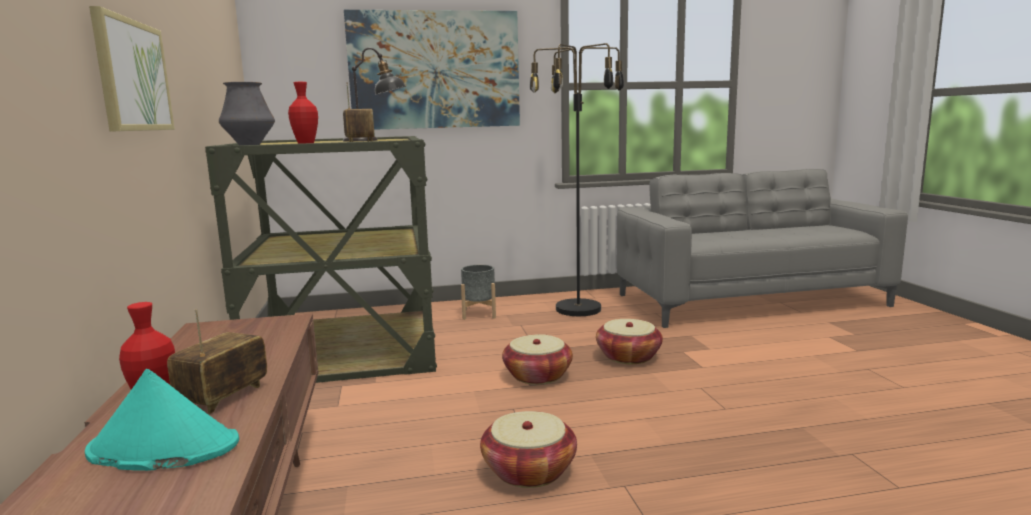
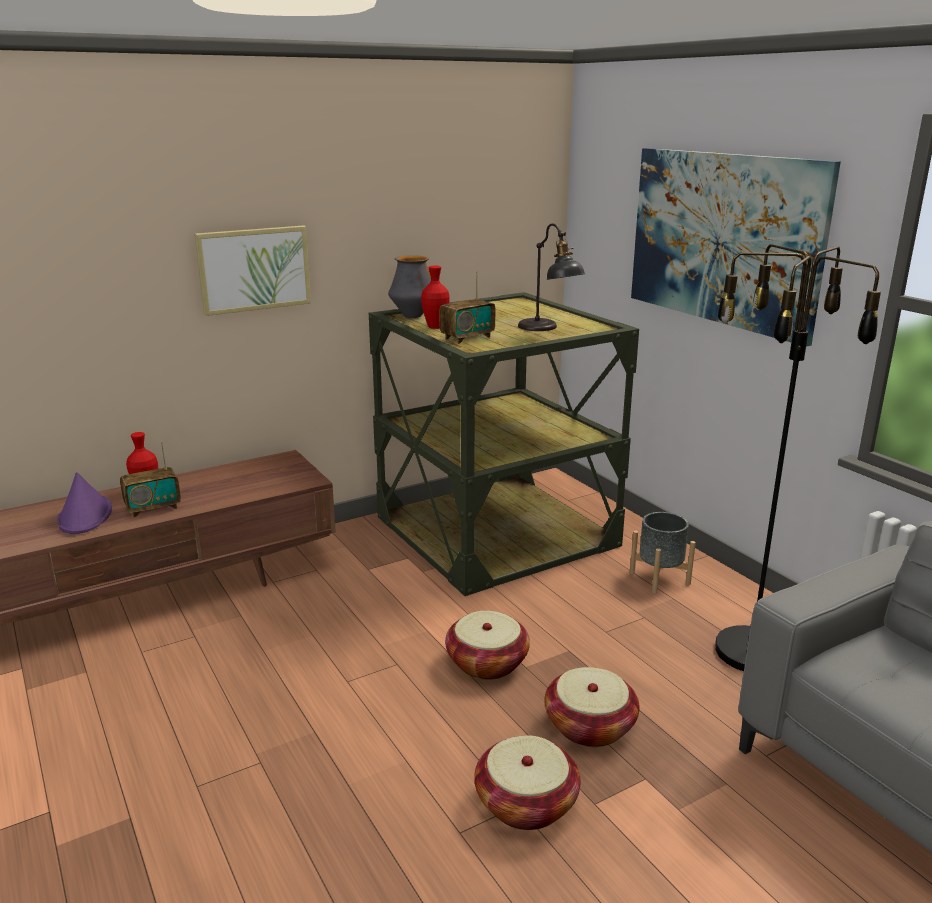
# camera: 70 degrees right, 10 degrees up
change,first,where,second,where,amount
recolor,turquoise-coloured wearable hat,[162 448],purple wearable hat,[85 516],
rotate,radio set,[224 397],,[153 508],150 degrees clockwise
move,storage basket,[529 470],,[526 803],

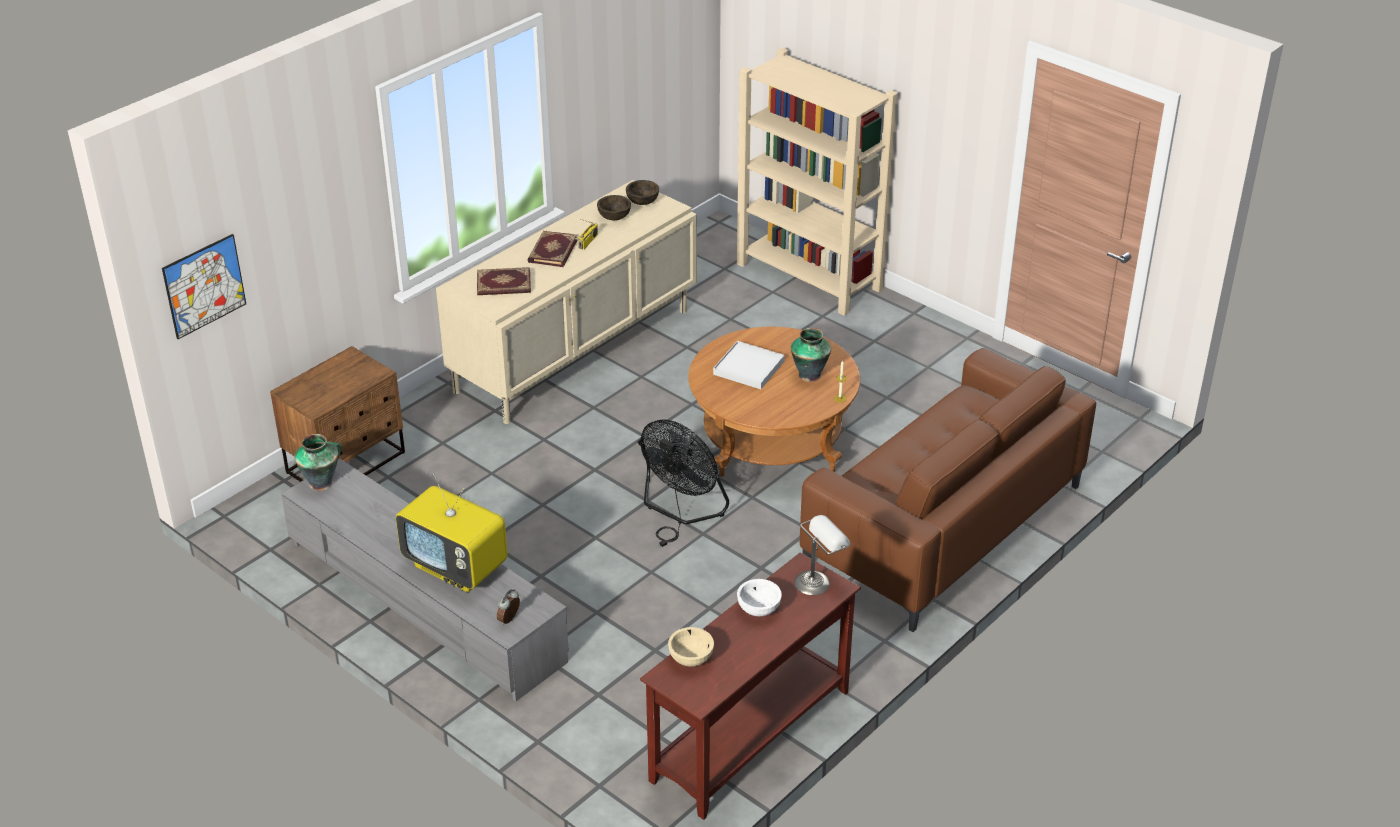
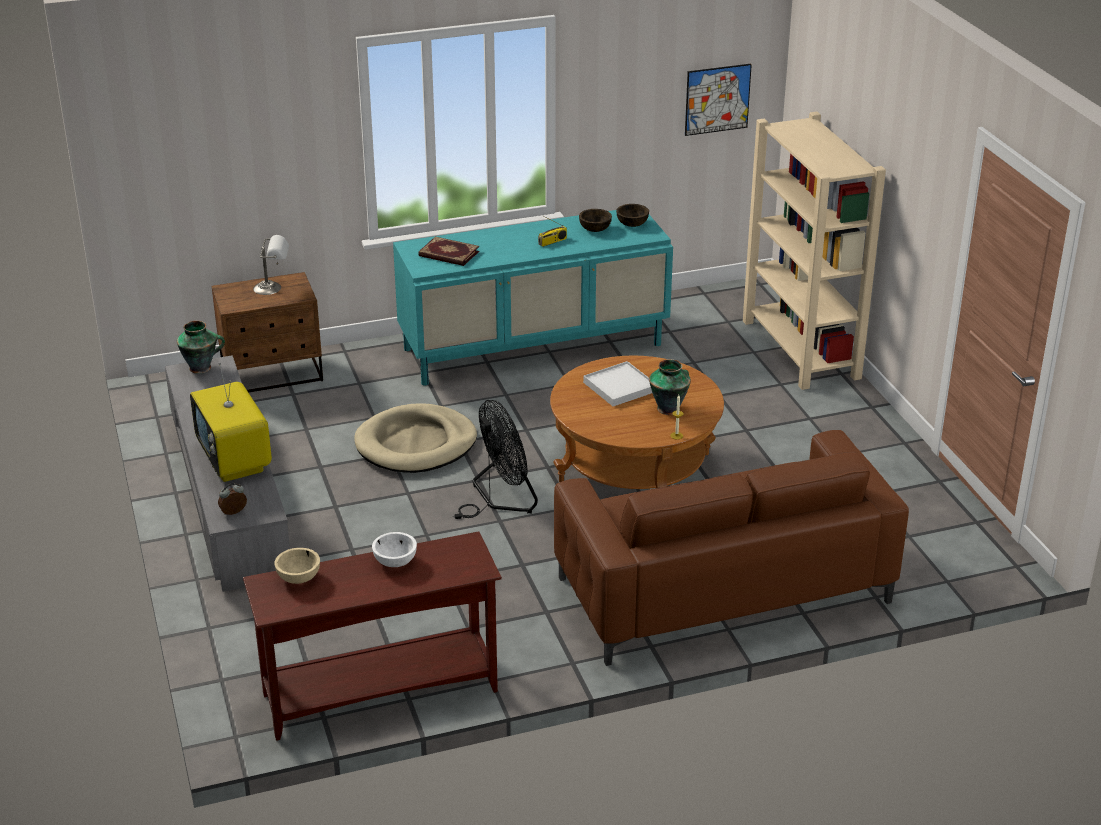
# camera: 30 degrees right, 5 degrees down
change,first,where,second,where,amount
move,picture,[204 286],,[717 99],
recolor,beige cupboard,[576 351],turquoise-coloured cupboard,[534 348],
delete,bound book,[552 251],,,
move,whitish lamp for a table,[818 579],,[273 287],
insert,,,beige pet bed,[416 444],

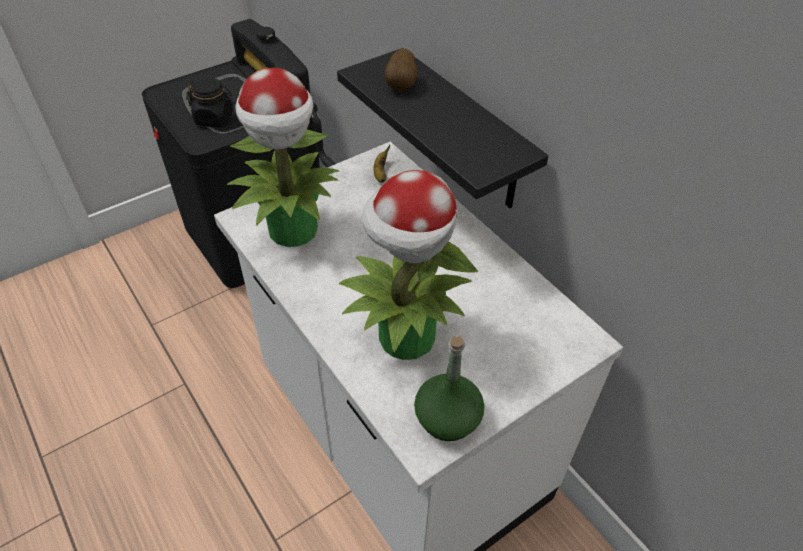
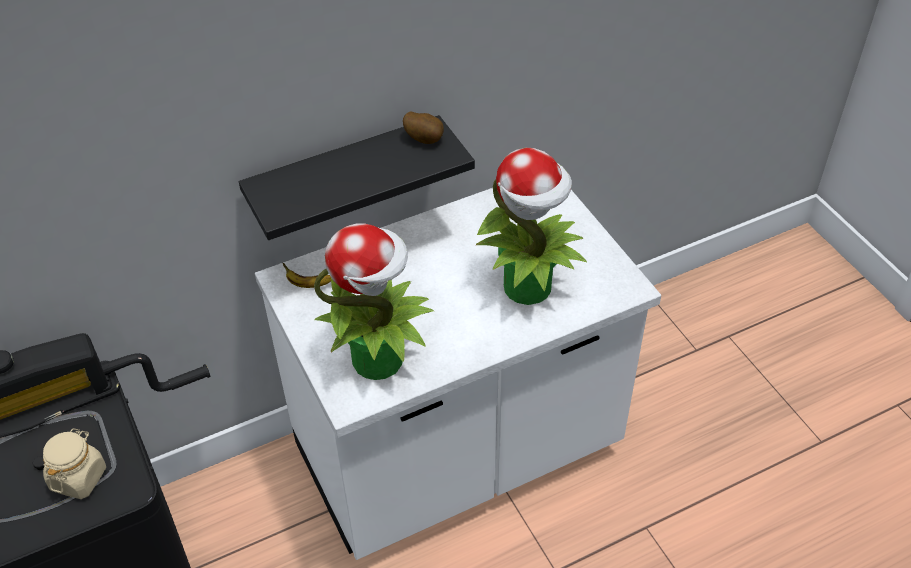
# camera: 80 degrees left, 0 degrees up
change,first,where,second,where,amount
recolor,black storage jar,[214 119],beige storage jar,[78 477],
move,spud,[402 85],,[425 139],
delete,green-coloured bottle,[447 419],,,

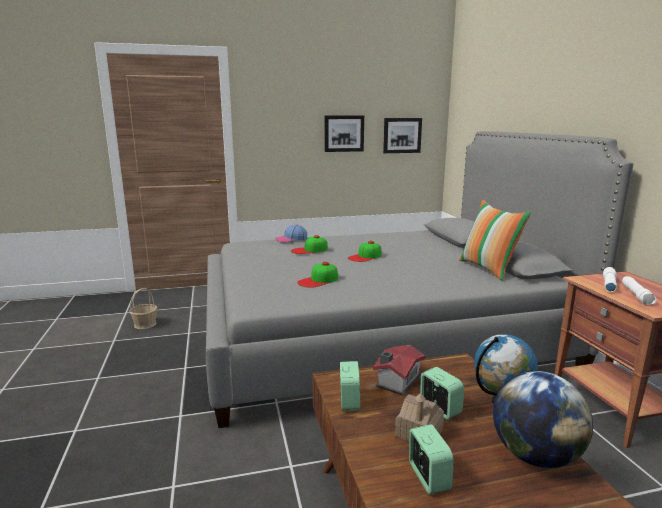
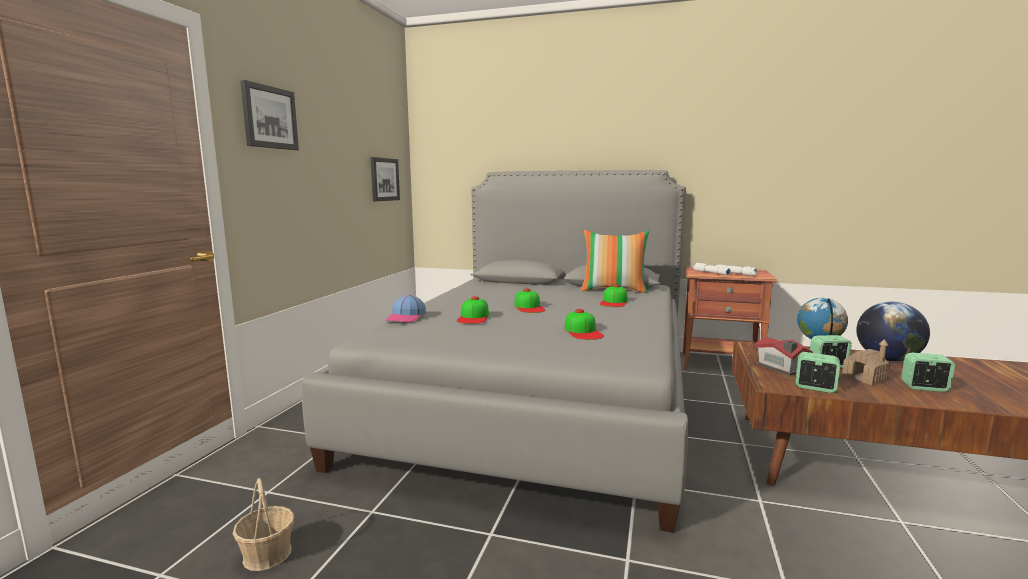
# camera: 60 degrees left, 5 degrees down
change,first,where,second,where,amount
move,picture,[344 133],,[269 117],
insert,,,cap,[614 302],

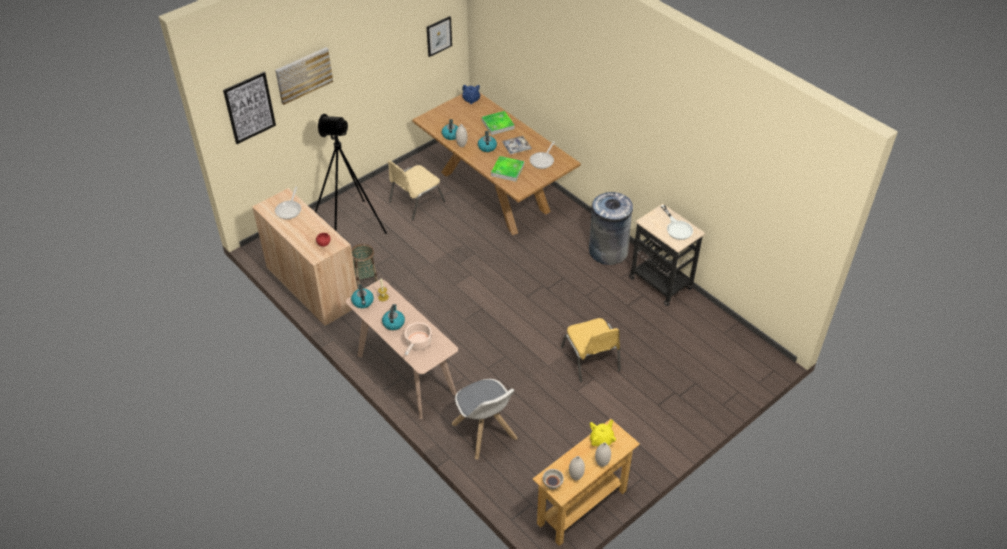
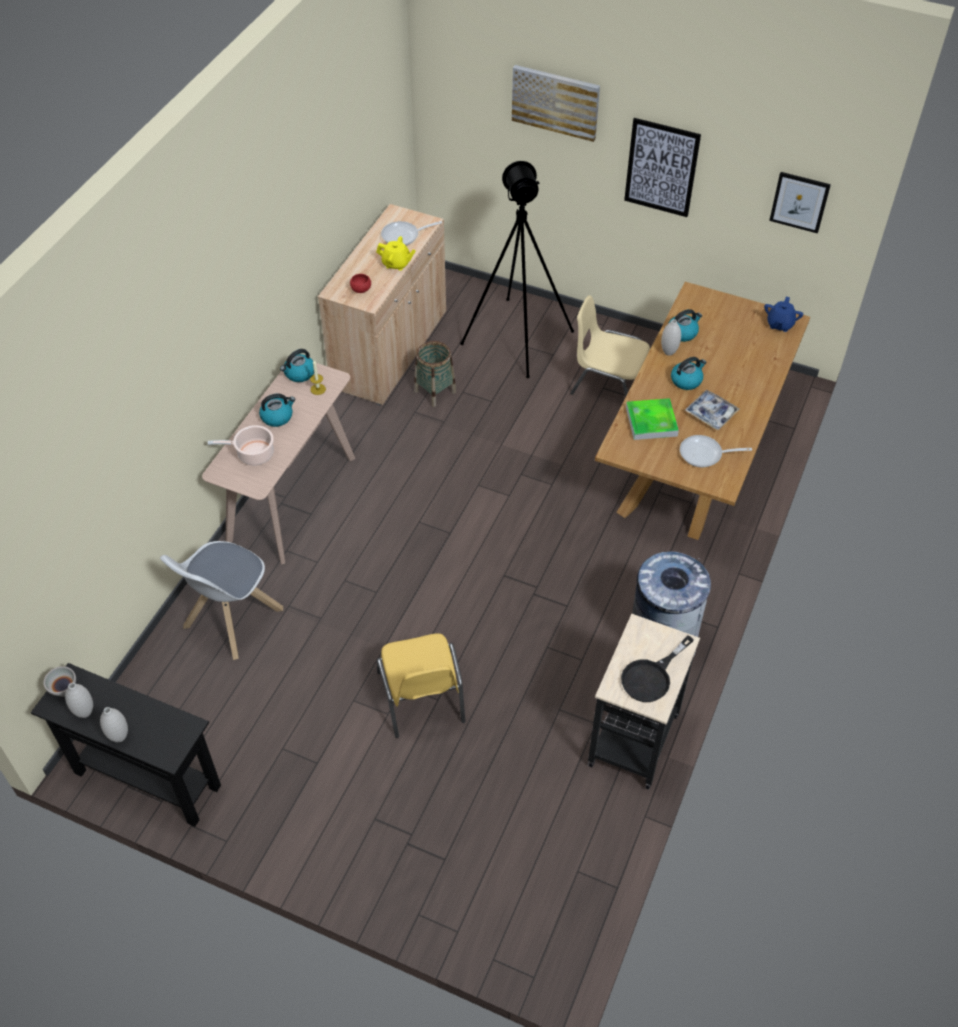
# camera: 65 degrees right, 5 degrees up
change,first,where,second,where,amount
move,picture,[249 107],,[661 167],
delete,carrying tray,[498 124],,,
recolor,beige narrow table,[582 507],black narrow table,[147 779],
rotate,yellowish plain chair,[591 359],,[422 698],60 degrees counterclockwise
move,yellowish tea pot,[601 440],,[396 264],
recolor,whitish skillet,[677 228],black skillet,[651 677],

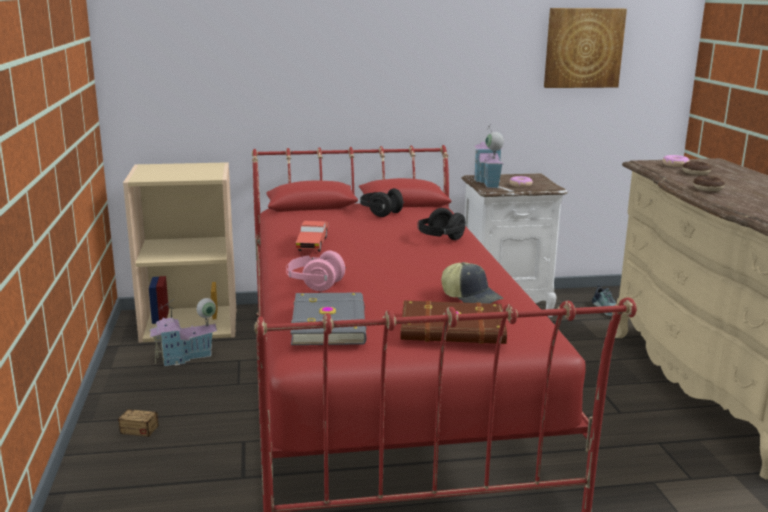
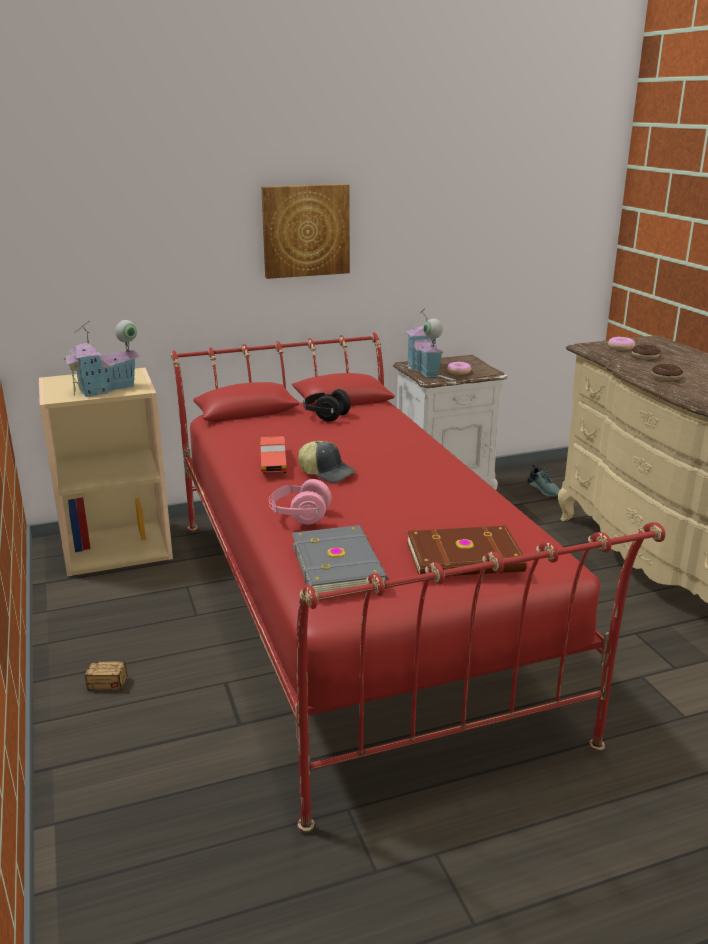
# camera: 10 degrees left, 5 degrees up
change,first,where,second,where,amount
move,model house,[185 357],,[106 389],
delete,black pair of headphones,[440 238],,,
move,cap,[471 297],,[327 472],
move,picture,[583 48],,[305 230],

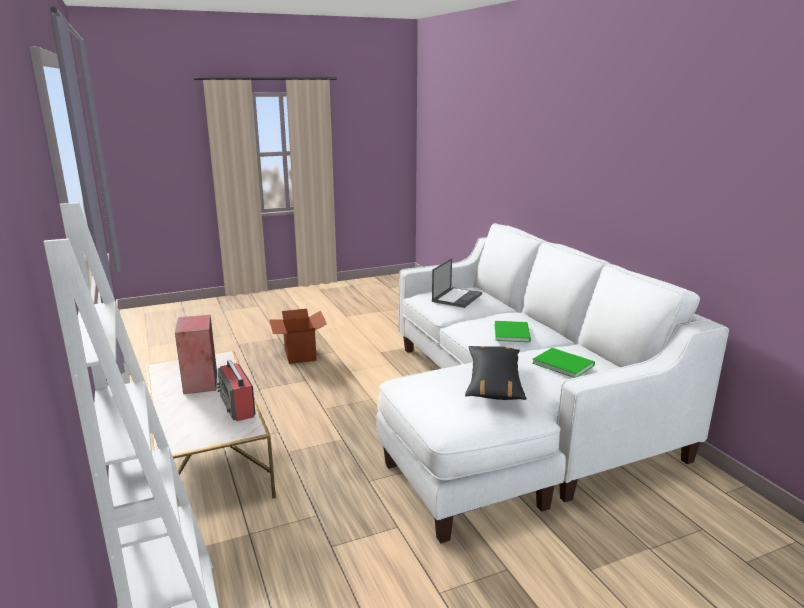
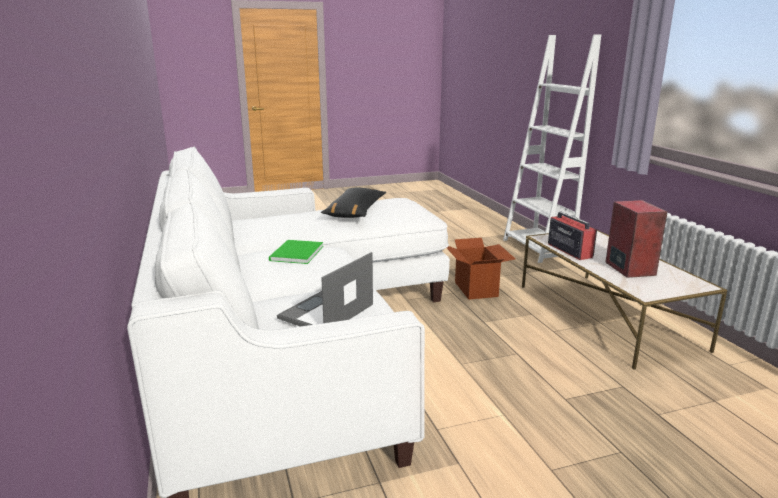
# camera: 175 degrees left, 0 degrees up
change,first,where,second,where,amount
move,carton,[299 354],,[476 289],
delete,green-coloured bound book,[562 363],,,

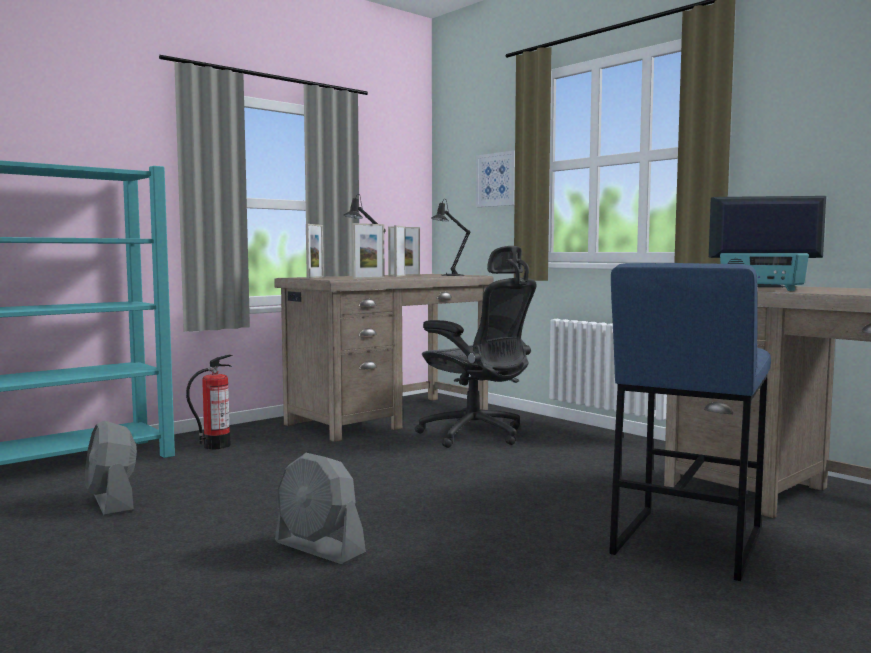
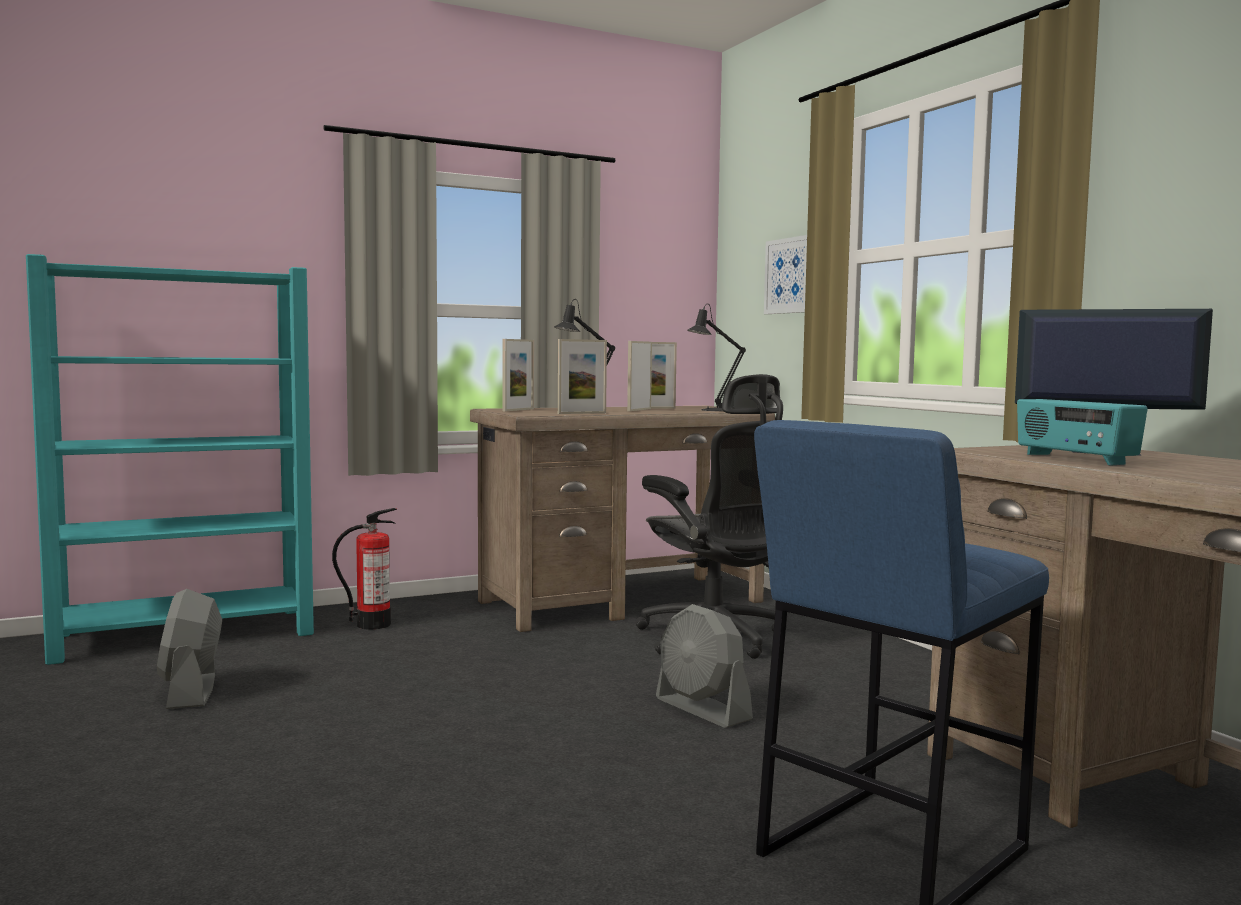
# camera: 15 degrees right, 0 degrees up
change,first,where,second,where,amount
move,grey electric fan,[319 548],,[702 709],

